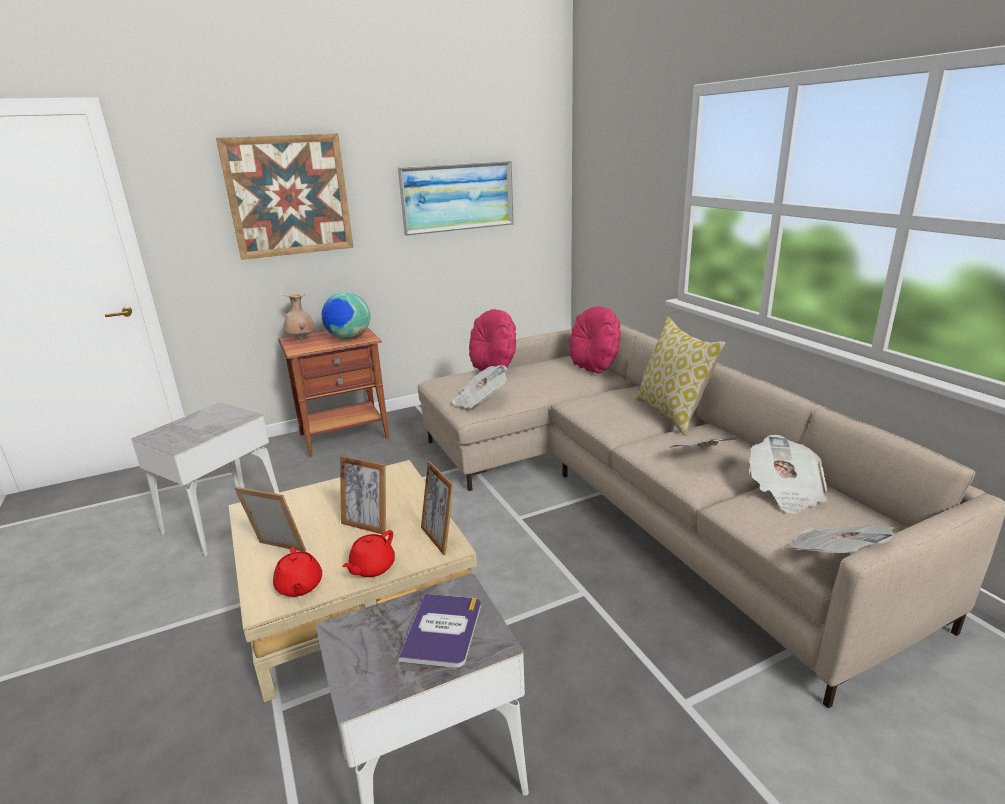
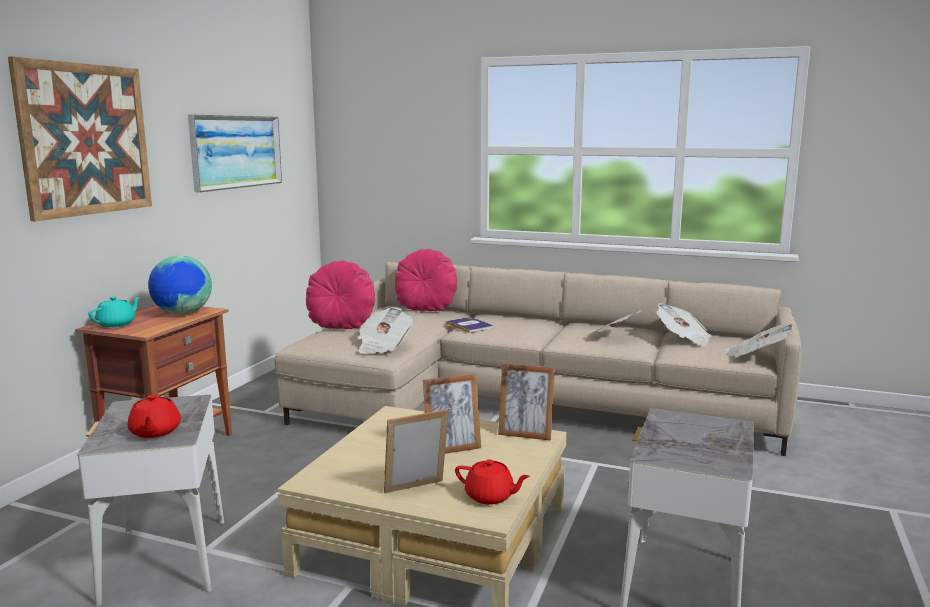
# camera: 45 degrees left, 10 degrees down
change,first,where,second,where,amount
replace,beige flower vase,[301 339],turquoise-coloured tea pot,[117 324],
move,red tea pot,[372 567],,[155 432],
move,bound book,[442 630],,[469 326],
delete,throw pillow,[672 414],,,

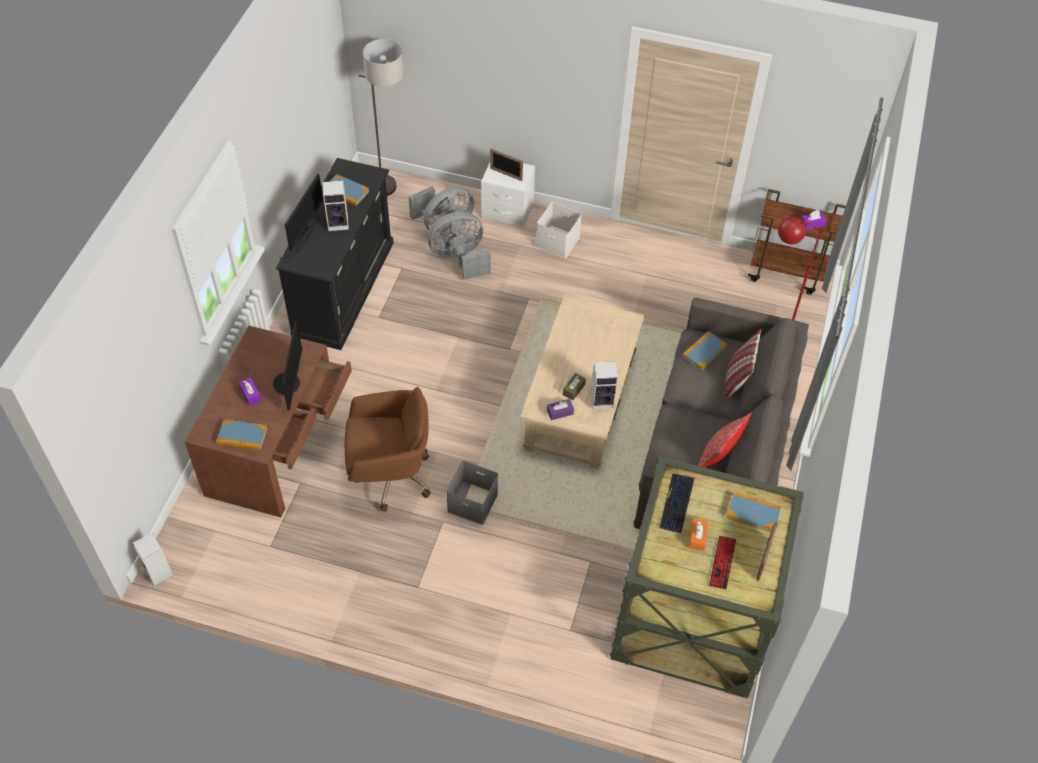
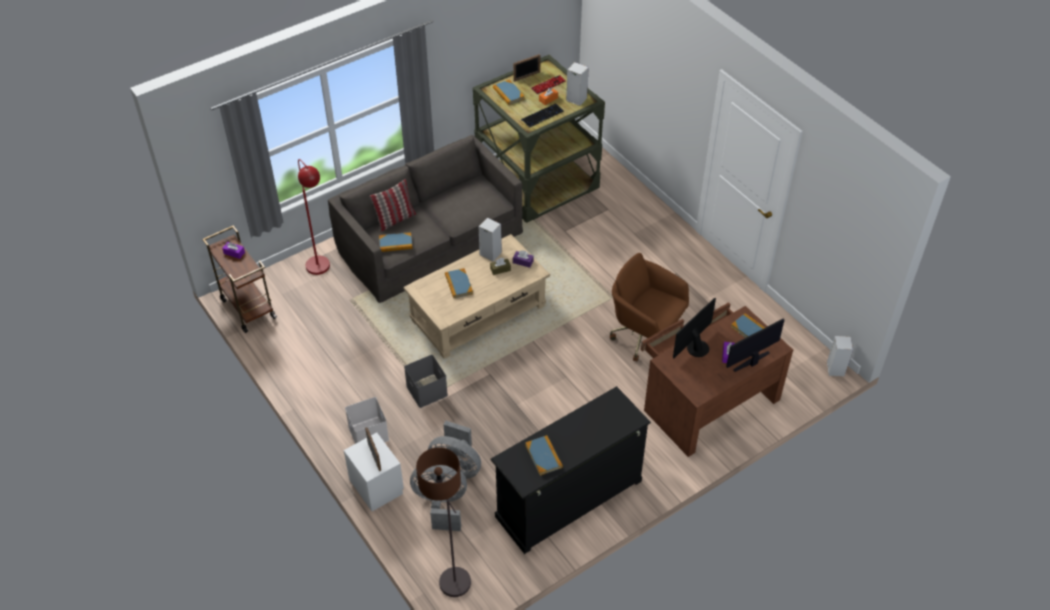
# camera: 140 degrees left, 5 degrees down
change,first,where,second,where,amount
move,monitor,[306 233],,[752 362],
move,loudspeaker,[339 223],,[575 99],
recolor,grey standing lamp,[390 189],brown standing lamp,[450 575],
move,grey storage bin,[473 502],,[426 390],
delete,throw pillow,[718 456],,,
insert,,,bound book,[458 284],

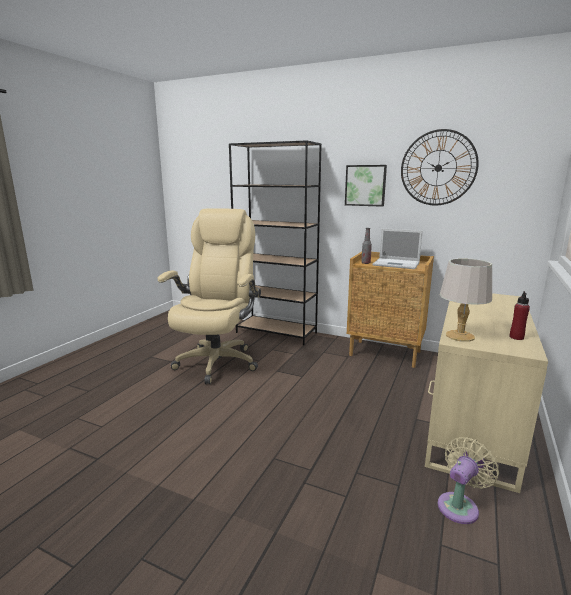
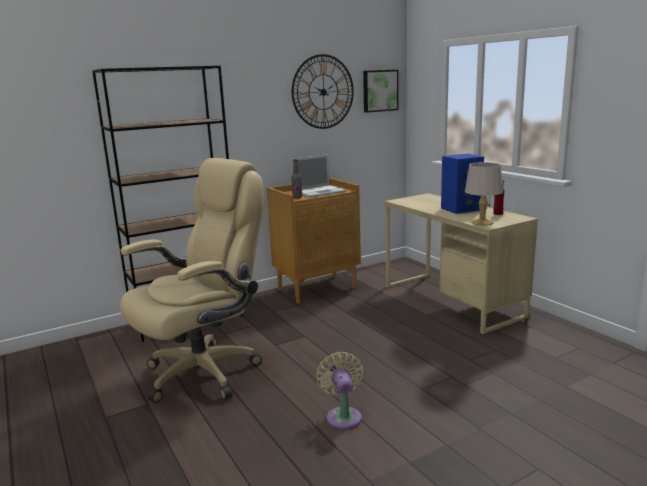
# camera: 55 degrees left, 0 degrees up
change,first,where,second,where,amount
rotate,beige computer chair,[217 362],,[204 373],90 degrees clockwise
move,picture,[365 185],,[379 90],
move,beige electric fan,[460 505],,[343 416],
insert,,,blue loudspeaker,[461 209],

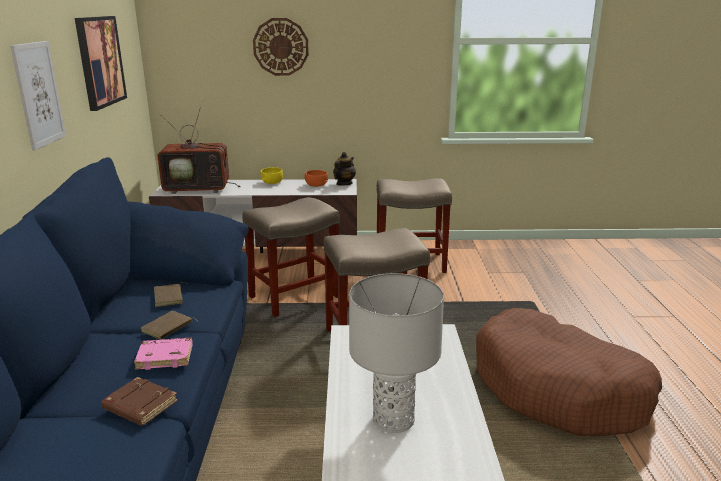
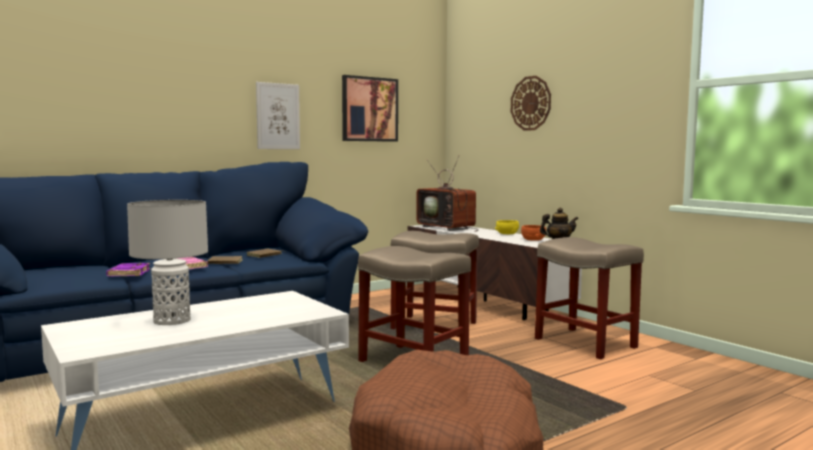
# camera: 55 degrees right, 15 degrees down
change,first,where,second,where,amount
recolor,brown bound book,[139 406],purple bound book,[128 273],

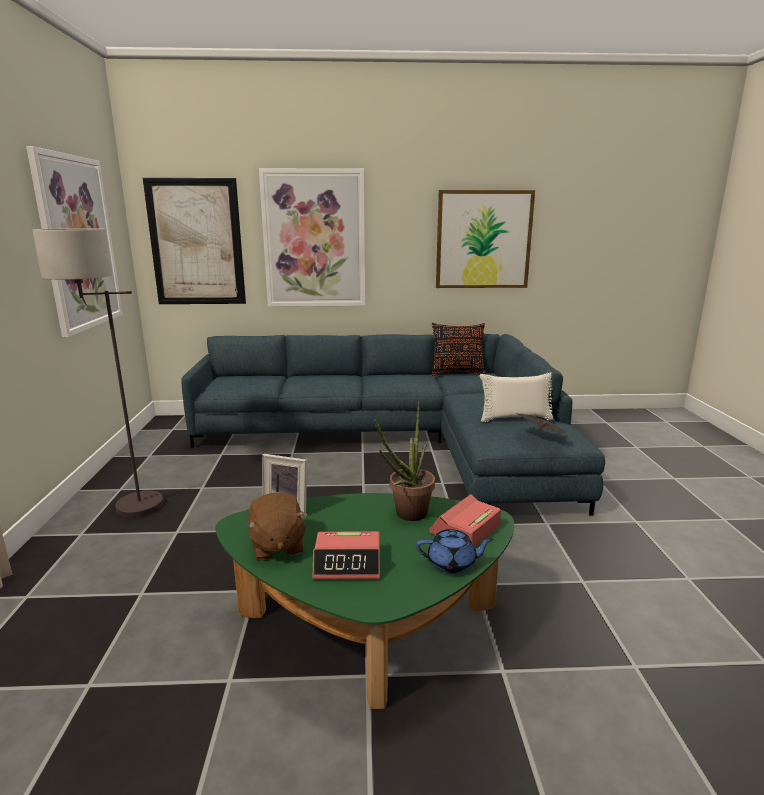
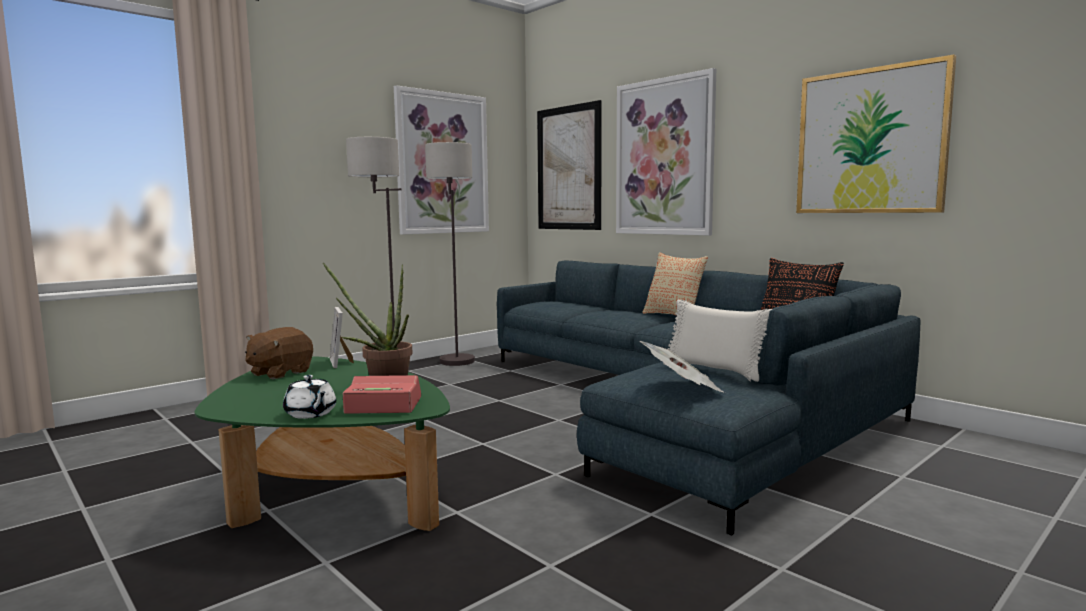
# camera: 50 degrees right, 10 degrees down
change,first,where,second,where,amount
delete,table clock,[348 564],,,
recolor,blue tea pot,[452 564],whitish tea pot,[310 414],
insert,,,grey standing lamp,[456 364],
insert,,,beige throw pillow,[673 316],

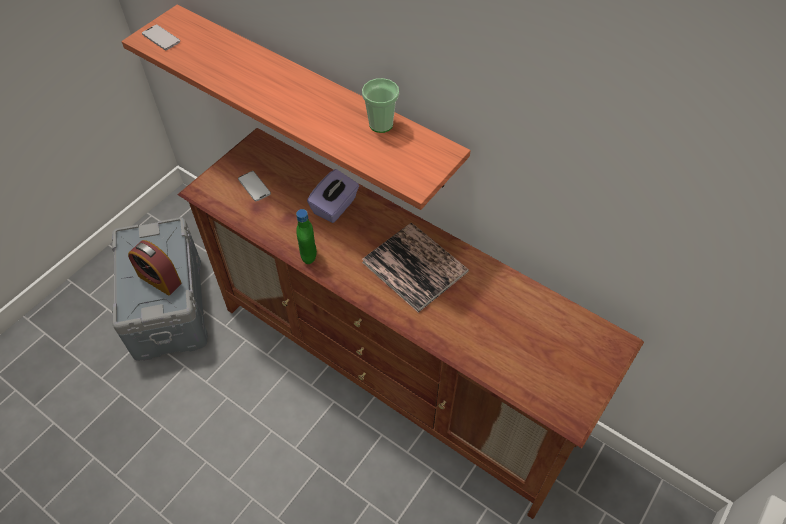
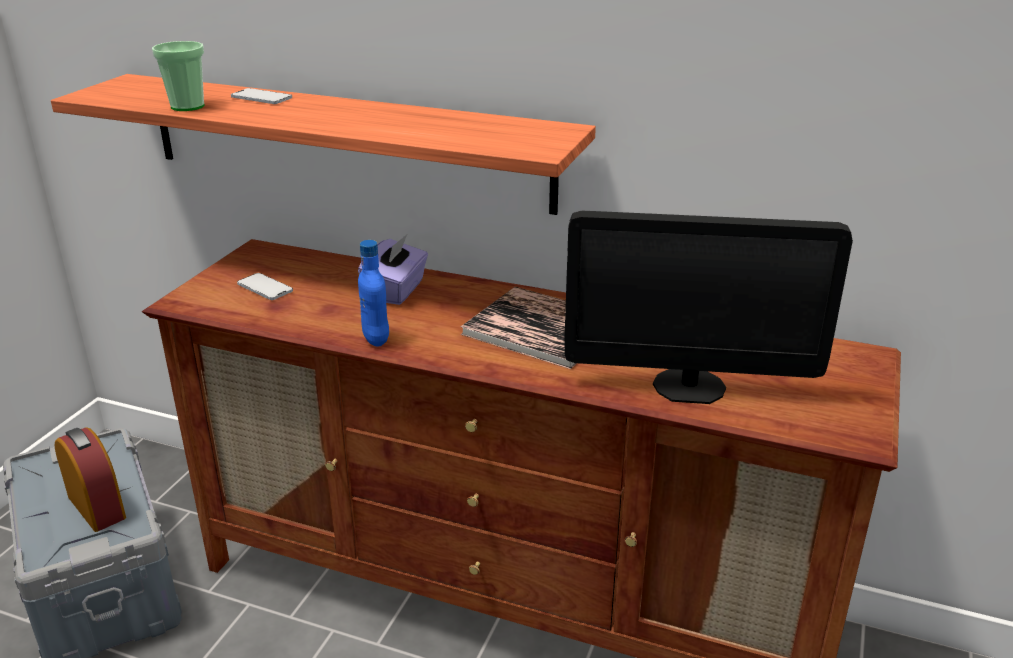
# camera: 15 degrees left, 25 degrees down
change,first,where,second,where,amount
rotate,table clock,[159 279],,[96 507],150 degrees counterclockwise
move,telephone,[161 38],,[261 98],
recolor,green-coloured bottle,[309 255],blue bottle,[376 339],
move,cup,[381 124],,[187 106],
insert,,,monitor,[689 386],

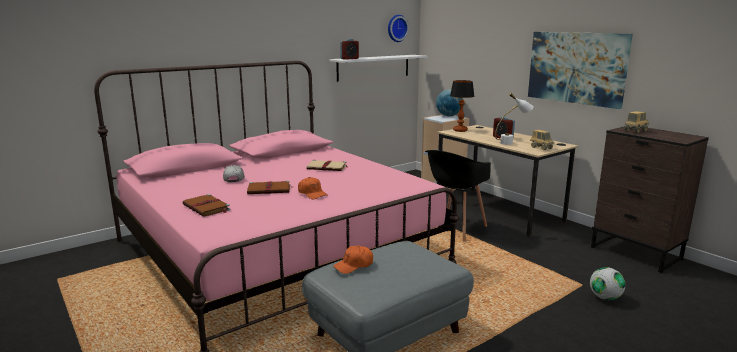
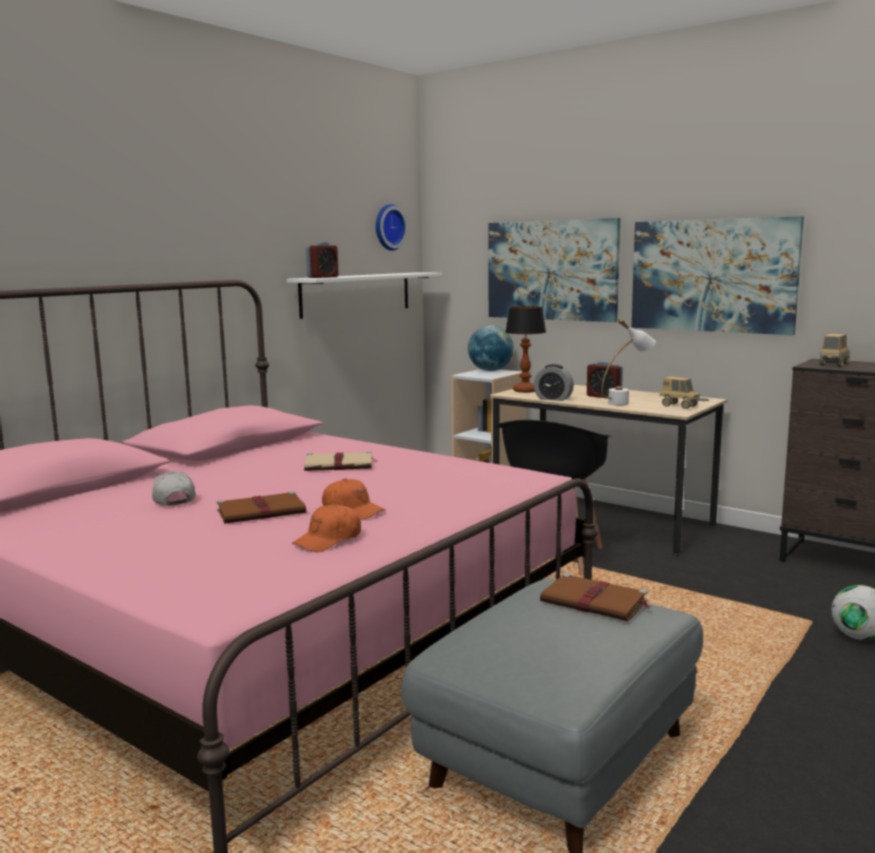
# camera: 15 degrees left, 5 degrees down
change,first,where,second,where,amount
move,brown bound book,[207 207],,[595 602],
move,orange cap,[354 265],,[328 540],
insert,,,picture,[551 270],
insert,,,table clock,[553 399],

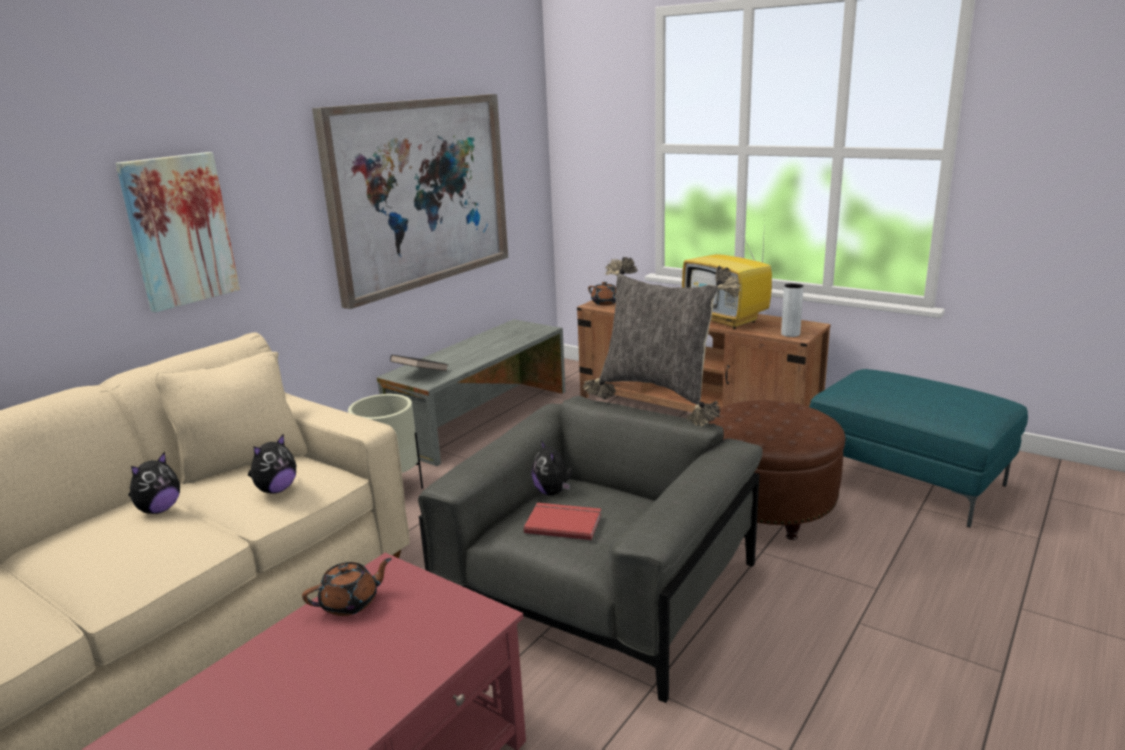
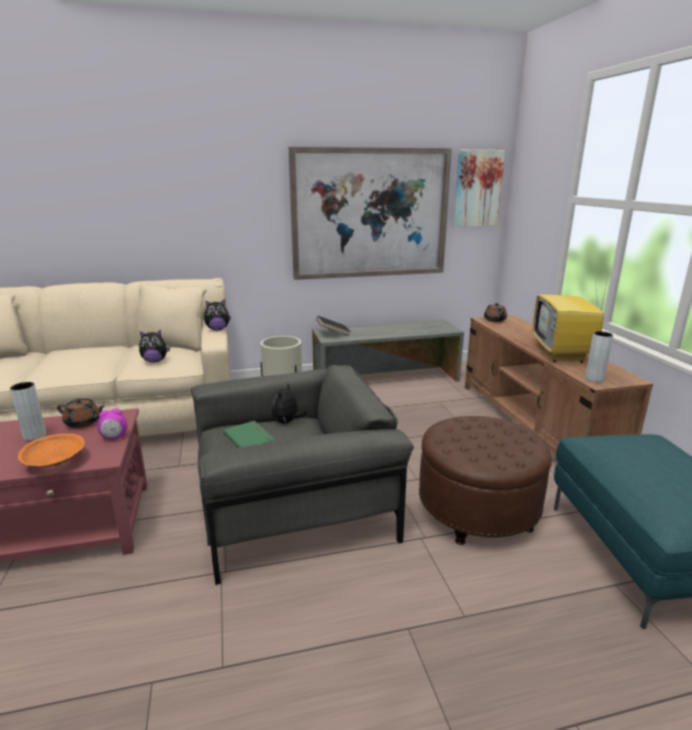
# camera: 40 degrees right, 0 degrees up
change,first,where,second,where,amount
move,picture,[180 230],,[477 189],
move,cuddly toy,[159 509],,[217 329],
recolor,red bound book,[563 523],green-coloured bound book,[250 438],
delete,throw pillow,[660 405],,,
insert,,,grey flower vase,[34 436],
insert,,,orange serving bowl,[55 463],
insert,,,table clock,[114 437],

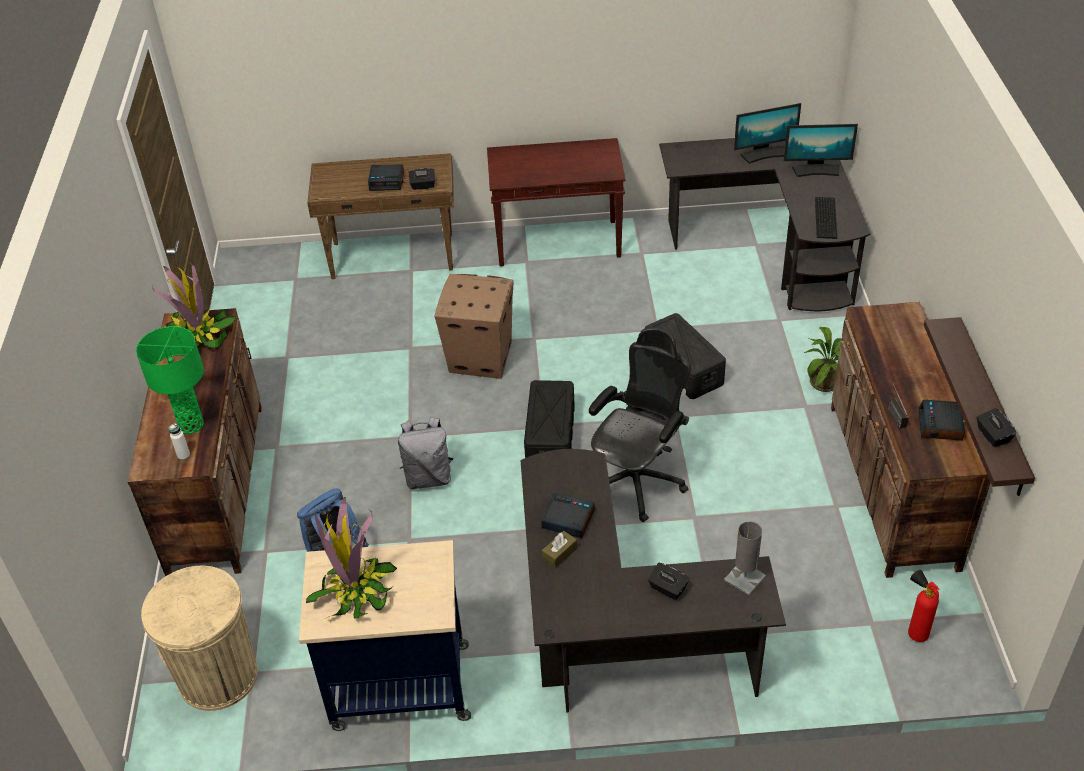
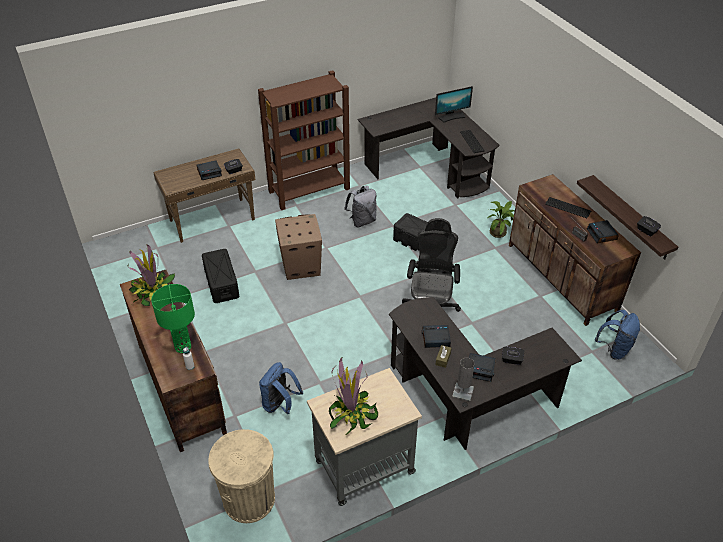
# camera: 25 degrees left, 0 degrees up
change,first,where,second,where,amount
recolor,blue wheeled cart,[399 688],grey wheeled cart,[364 468],
move,grey rucksack,[428 477],,[362 221],
replace,brown narrow table,[559 243],brown shelving unit,[309 190],
move,black storage bin,[550 436],,[221 283],
move,grey lamp for a table,[744 578],,[463 392],
delete,monitor,[764 154],,,
replace,extinguisher,[914 632],blue rucksack,[614 349],
insert,,,table clock,[480 369],
insert,,,keyboard,[568 208],

